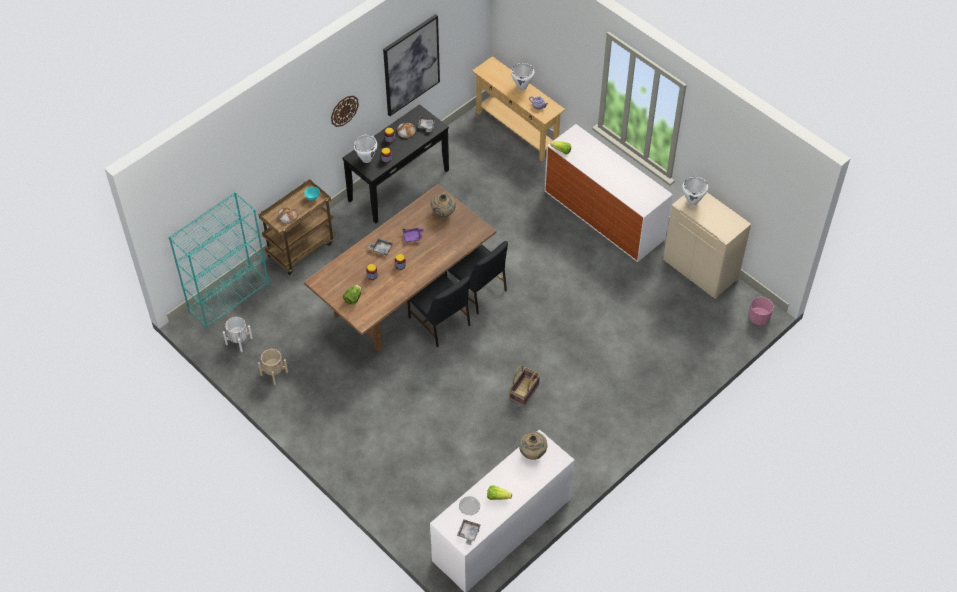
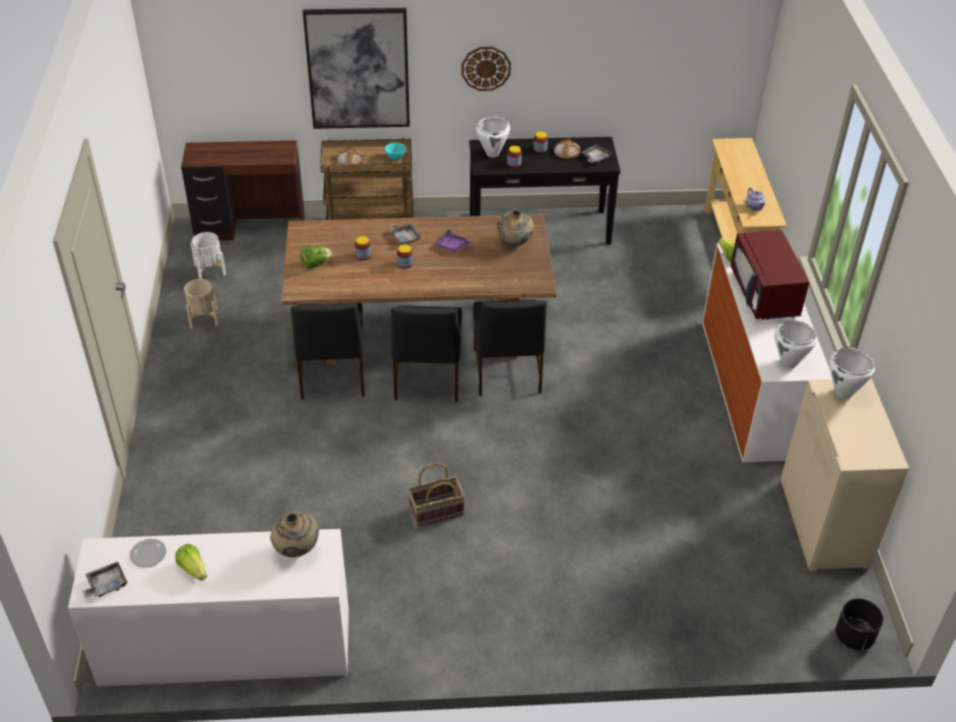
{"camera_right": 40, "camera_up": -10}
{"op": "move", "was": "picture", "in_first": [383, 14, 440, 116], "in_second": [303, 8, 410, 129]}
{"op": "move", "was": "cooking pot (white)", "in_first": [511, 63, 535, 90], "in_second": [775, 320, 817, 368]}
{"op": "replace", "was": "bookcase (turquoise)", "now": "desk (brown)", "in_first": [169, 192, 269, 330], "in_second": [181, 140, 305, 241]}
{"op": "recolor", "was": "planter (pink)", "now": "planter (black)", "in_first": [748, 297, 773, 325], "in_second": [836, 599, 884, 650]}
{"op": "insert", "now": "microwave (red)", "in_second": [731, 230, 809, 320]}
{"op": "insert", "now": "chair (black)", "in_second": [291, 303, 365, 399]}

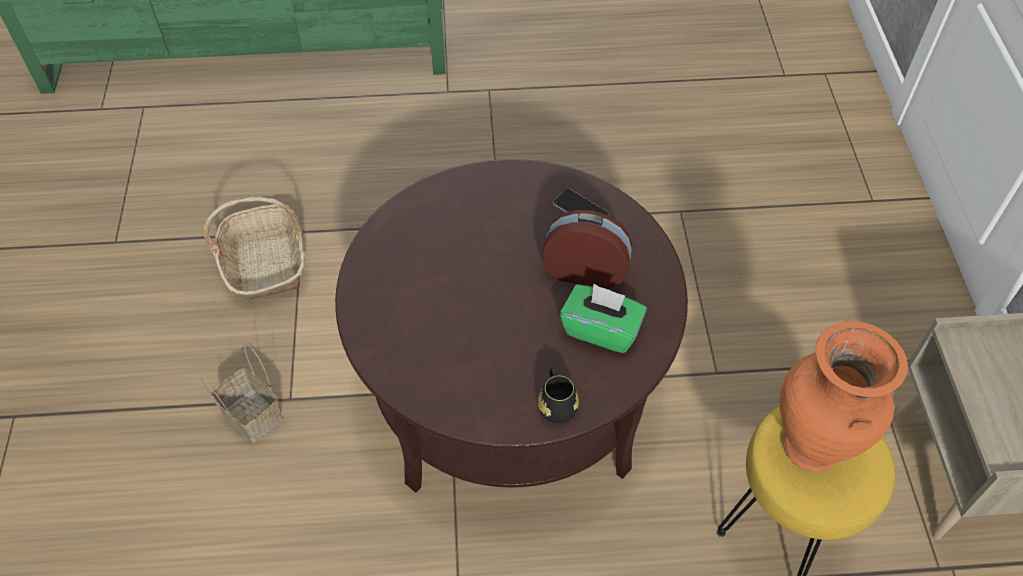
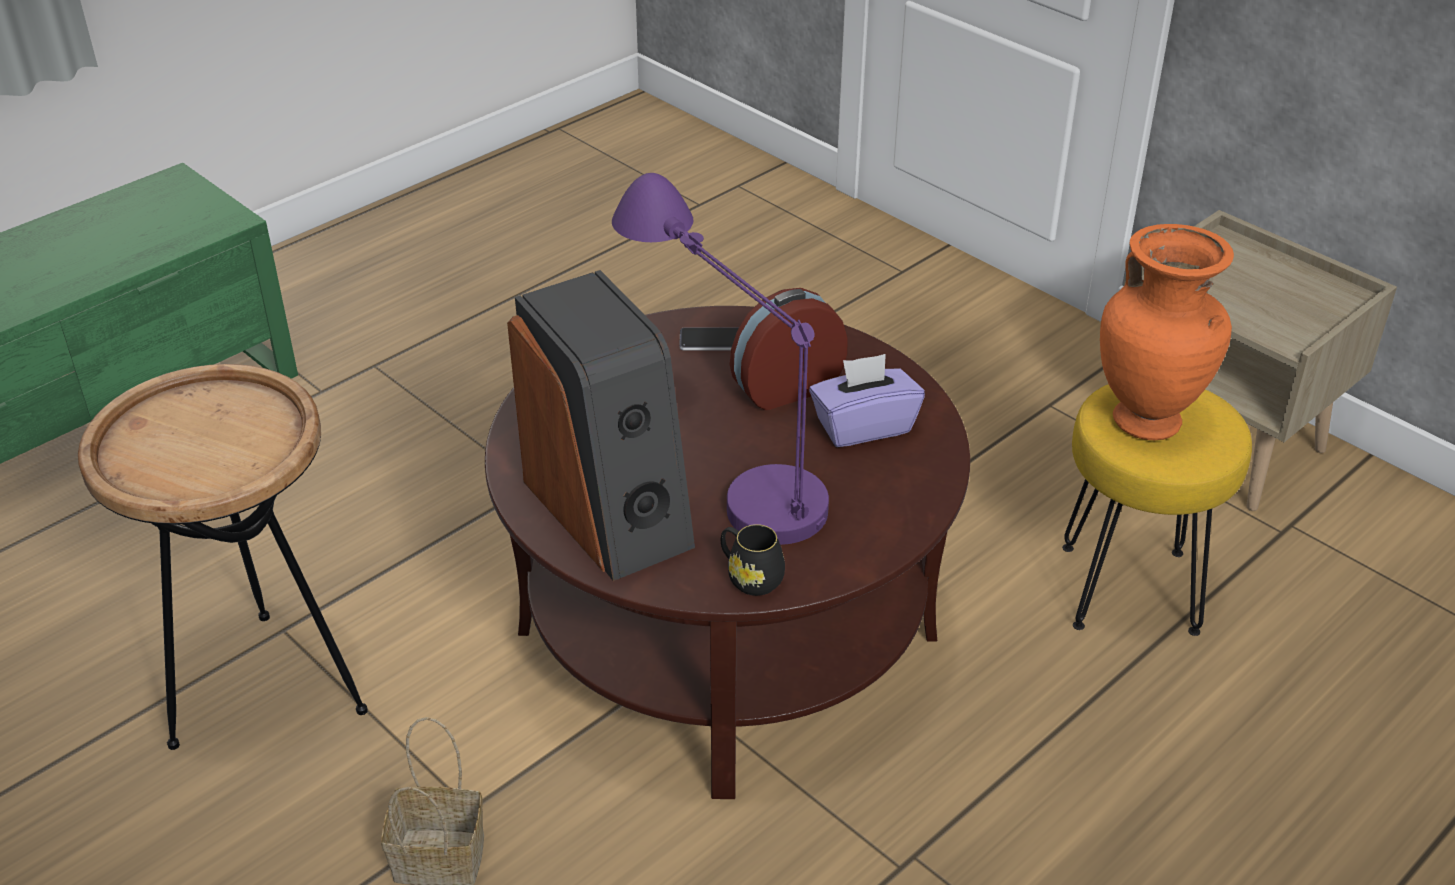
{"camera_right": -40, "camera_up": -15}
{"op": "replace", "was": "basket", "now": "side table (brown)", "in_first": [203, 197, 305, 300], "in_second": [78, 364, 368, 750]}
{"op": "recolor", "was": "tissue box (green)", "now": "tissue box (purple)", "in_first": [560, 284, 647, 353], "in_second": [809, 354, 925, 447]}
{"op": "move", "was": "mug (black)", "in_first": [538, 367, 579, 423], "in_second": [721, 524, 785, 596]}
{"op": "insert", "now": "table lamp (purple)", "in_second": [612, 173, 829, 545]}
{"op": "insert", "now": "speaker", "in_second": [507, 270, 695, 581]}

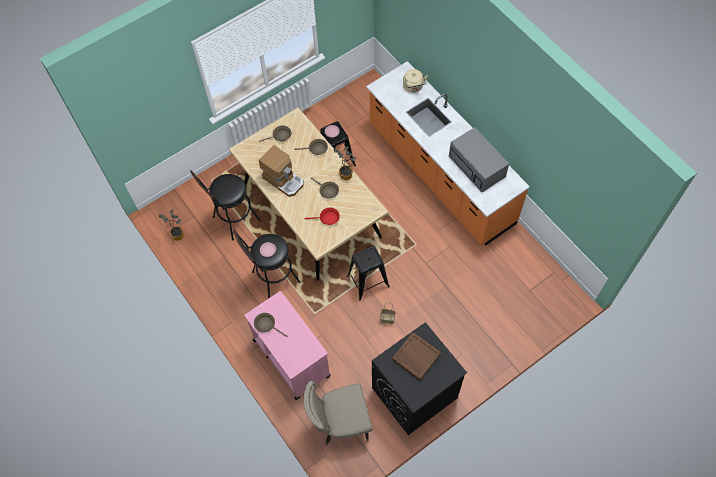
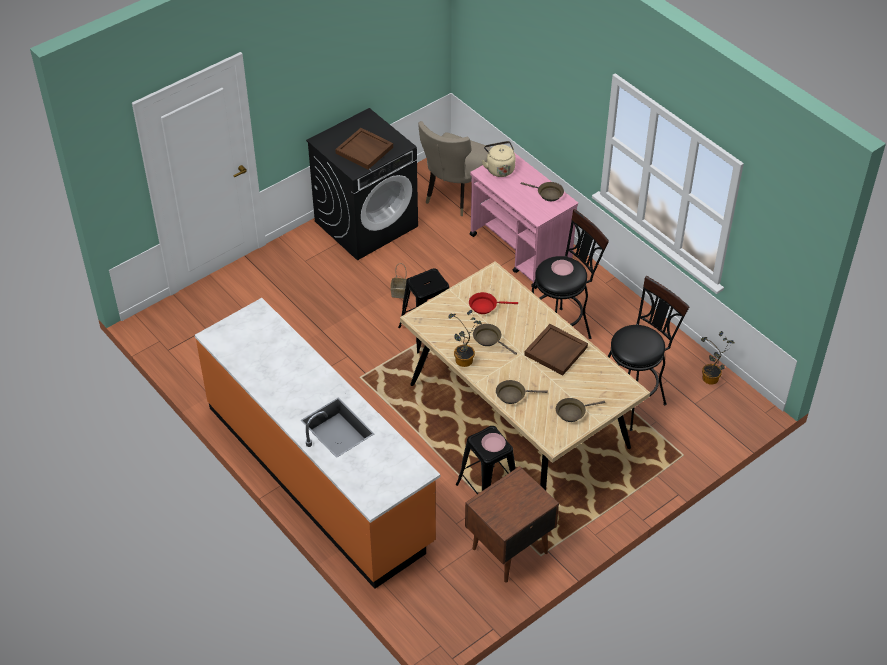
{"camera_right": 175, "camera_up": -15}
{"op": "move", "was": "kettle (beige)", "in_first": [403, 69, 428, 93], "in_second": [482, 141, 516, 177]}
{"op": "delete", "was": "microwave (grey)", "in_first": [449, 127, 509, 192]}
{"op": "replace", "was": "coffee machine", "now": "tray (brown)", "in_first": [259, 145, 304, 197], "in_second": [524, 324, 588, 375]}
{"op": "rotate", "was": "chair (beige)", "in_first": [303, 381, 373, 446], "in_second": [418, 121, 491, 216], "clockwise": 135}
{"op": "insert", "now": "nightstand (brown)", "in_second": [465, 466, 559, 583]}

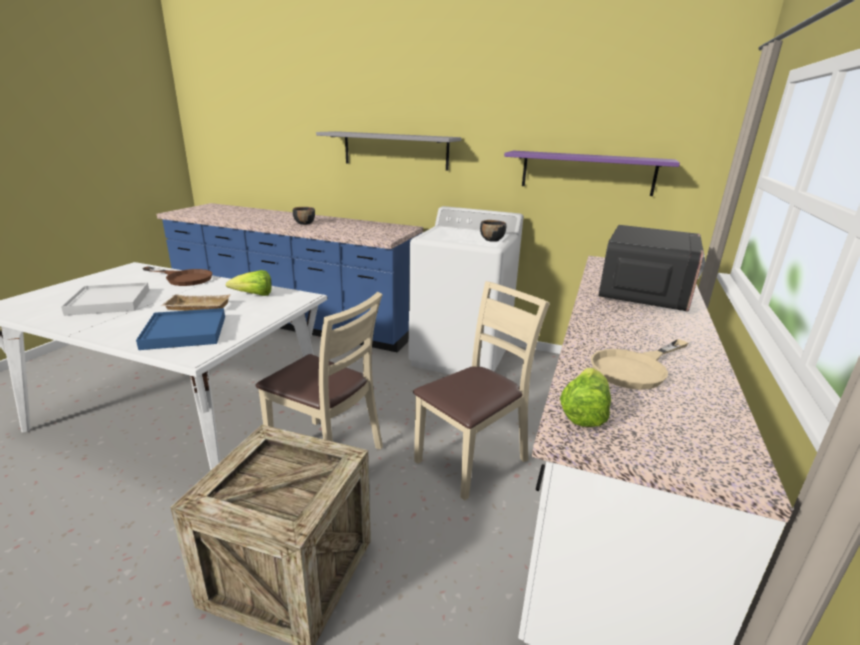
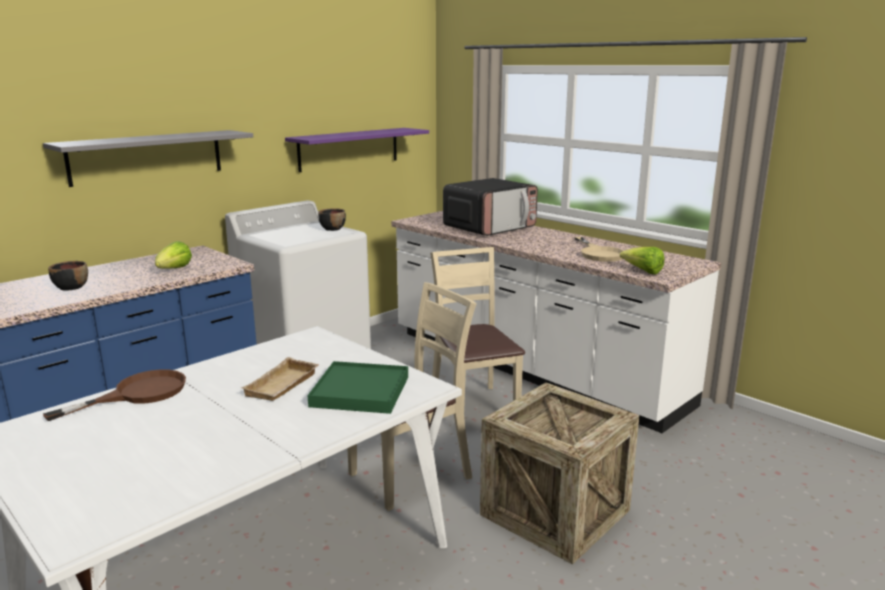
{"camera_right": -65, "camera_up": -5}
{"op": "rotate", "was": "microwave", "in_first": [599, 225, 705, 312], "in_second": [443, 178, 538, 236], "clockwise": 90}
{"op": "move", "was": "lettuce", "in_first": [226, 270, 272, 296], "in_second": [155, 241, 192, 269]}
{"op": "delete", "was": "tray (white)", "in_first": [61, 282, 149, 316]}
{"op": "recolor", "was": "tray (blue)", "now": "tray (green)", "in_first": [136, 308, 225, 350], "in_second": [308, 361, 408, 414]}

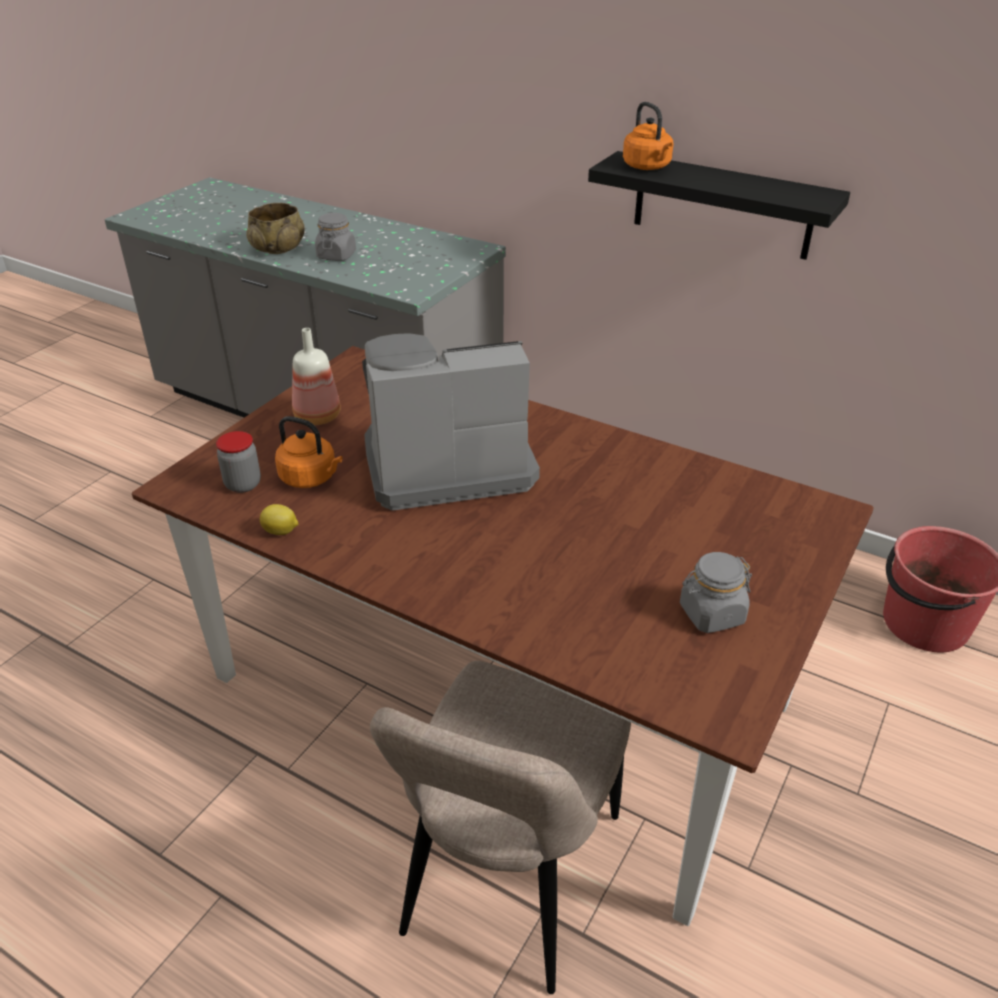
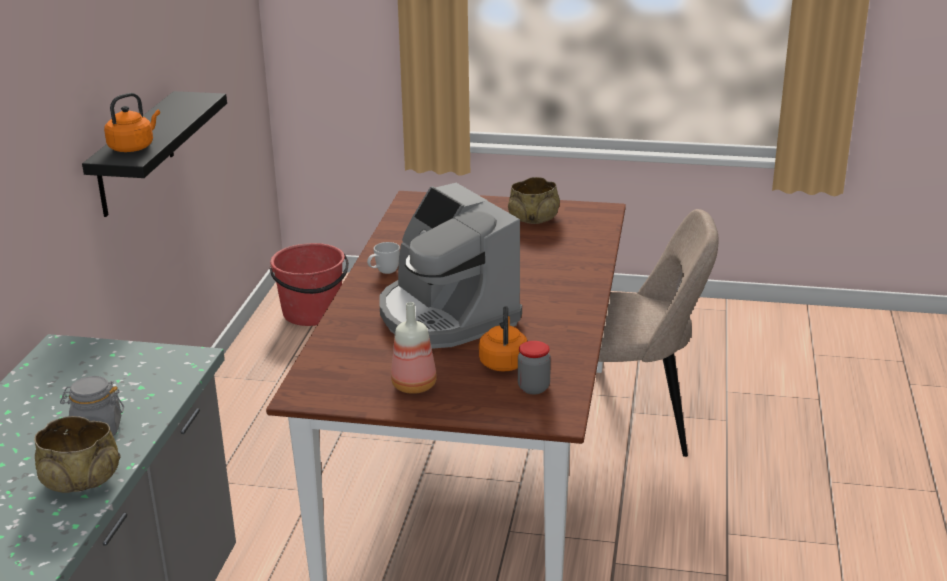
{"camera_right": -110, "camera_up": -10}
{"op": "delete", "was": "lemon", "in_first": [260, 504, 299, 535]}
{"op": "replace", "was": "jar (grey)", "now": "bowl (beige)", "in_first": [680, 552, 752, 633], "in_second": [508, 177, 560, 224]}
{"op": "insert", "now": "mug (white)", "in_second": [367, 242, 400, 274]}

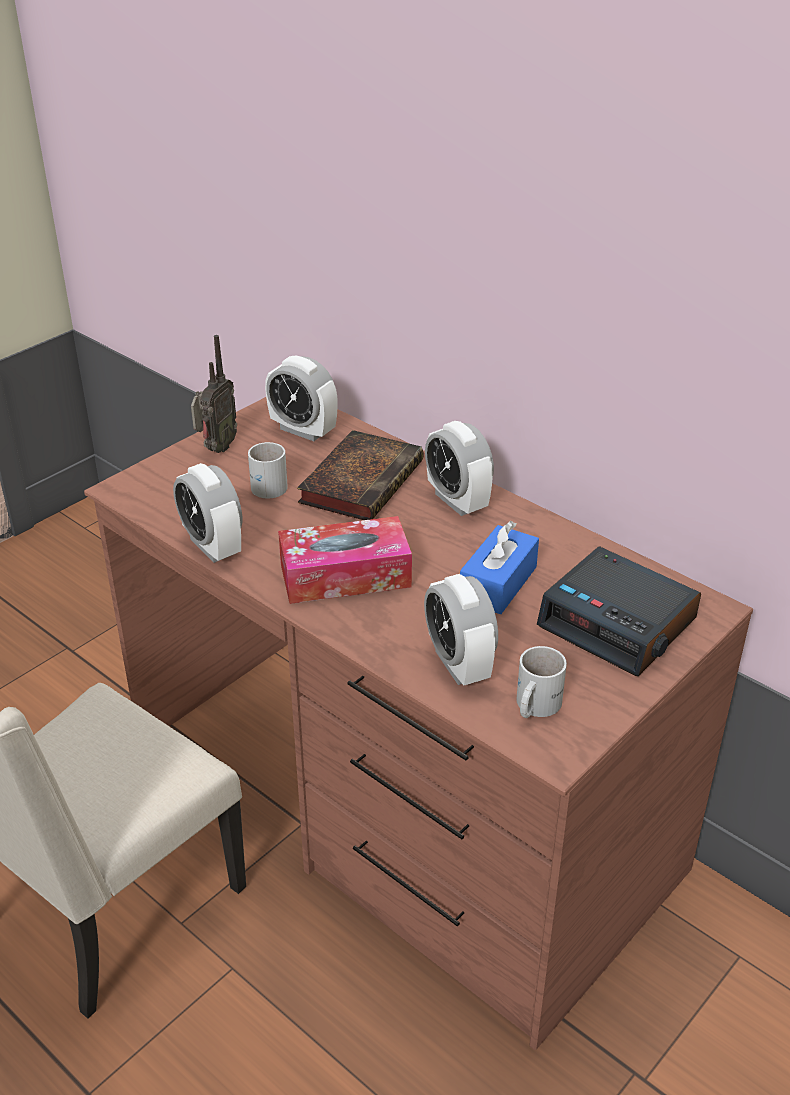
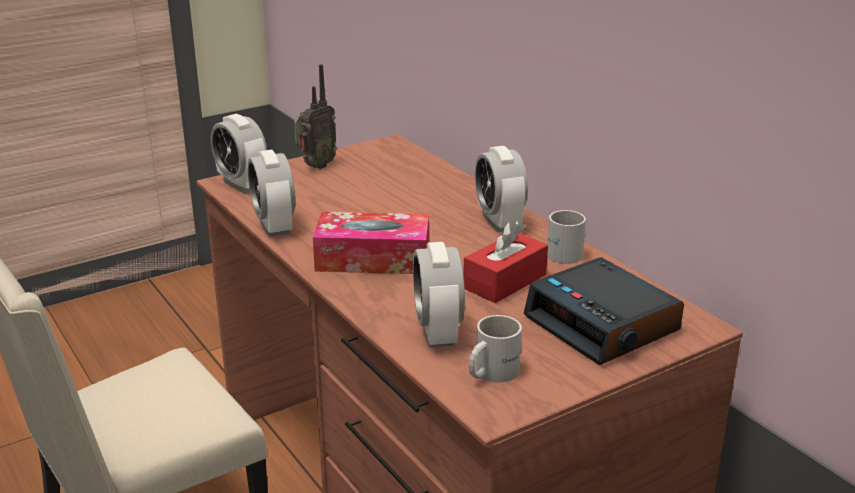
{"camera_right": 15, "camera_up": -10}
{"op": "move", "was": "alarm clock", "in_first": [265, 355, 338, 441], "in_second": [211, 114, 267, 194]}
{"op": "delete", "was": "book", "in_first": [297, 430, 423, 520]}
{"op": "move", "was": "mug (white)", "in_first": [248, 442, 288, 499], "in_second": [547, 210, 586, 264]}
{"op": "recolor", "was": "tissue box (blue)", "now": "tissue box (red)", "in_first": [460, 521, 539, 615], "in_second": [463, 221, 548, 303]}

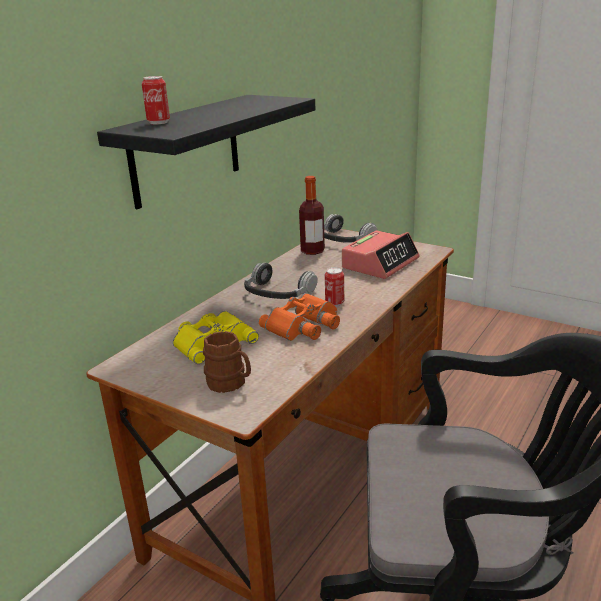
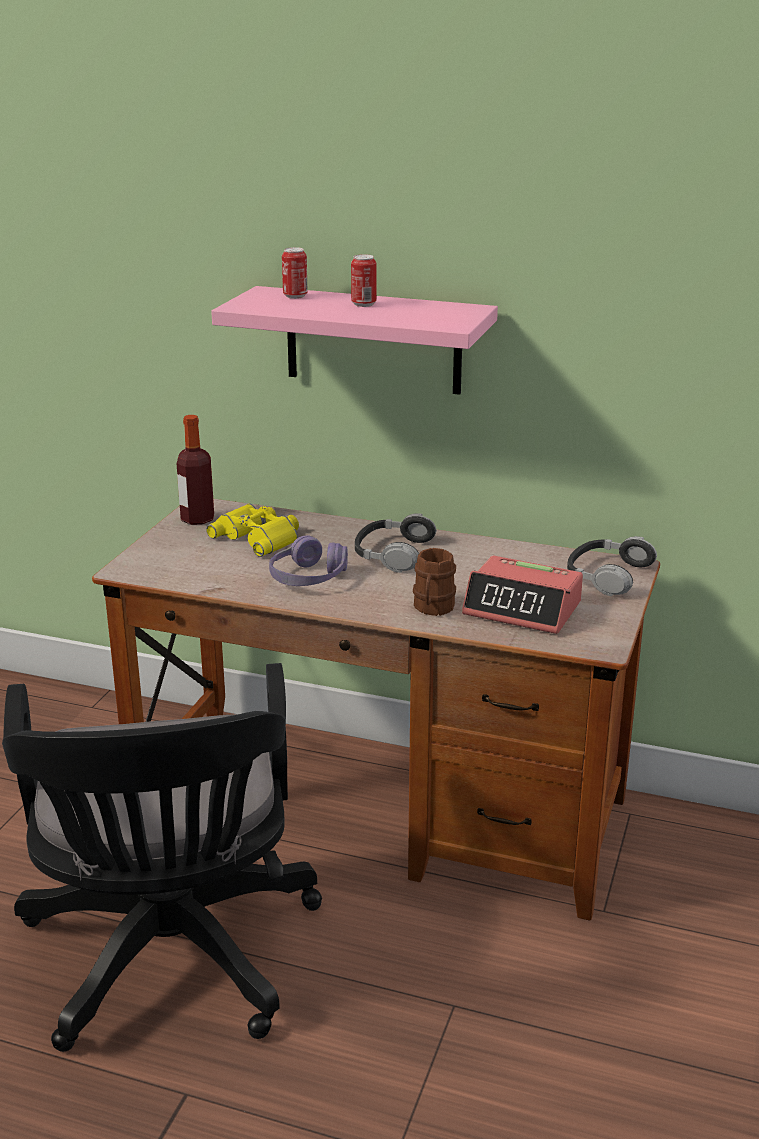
{"camera_right": 75, "camera_up": 0}
{"op": "recolor", "was": "shelf (black)", "now": "shelf (pink)", "in_first": [97, 95, 315, 209], "in_second": [211, 286, 498, 395]}
{"op": "move", "was": "bottle", "in_first": [299, 176, 325, 255], "in_second": [177, 415, 214, 525]}
{"op": "move", "was": "can", "in_first": [325, 267, 344, 307], "in_second": [351, 254, 377, 307]}
{"op": "replace", "was": "binoculars (orange)", "now": "headphones (purple)", "in_first": [259, 293, 340, 341], "in_second": [269, 535, 348, 586]}
{"op": "move", "was": "mug (brown)", "in_first": [203, 331, 251, 393], "in_second": [413, 548, 456, 616]}

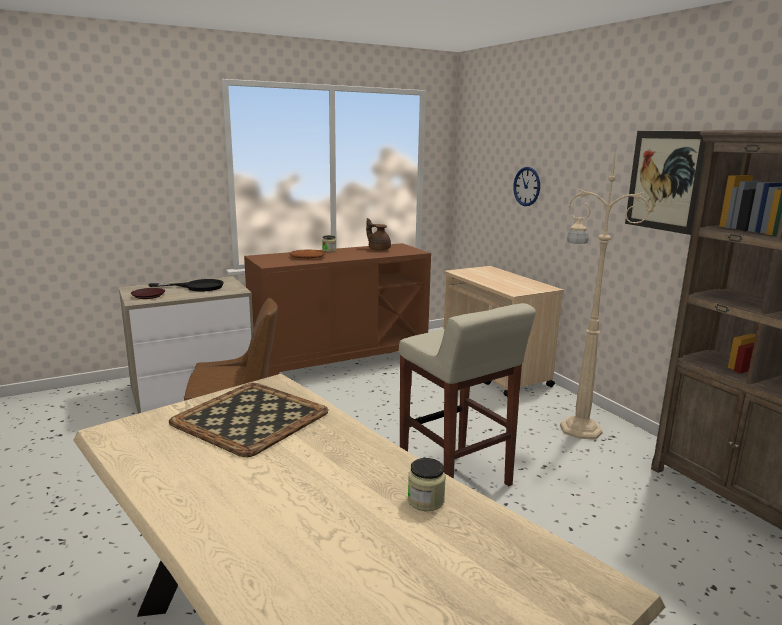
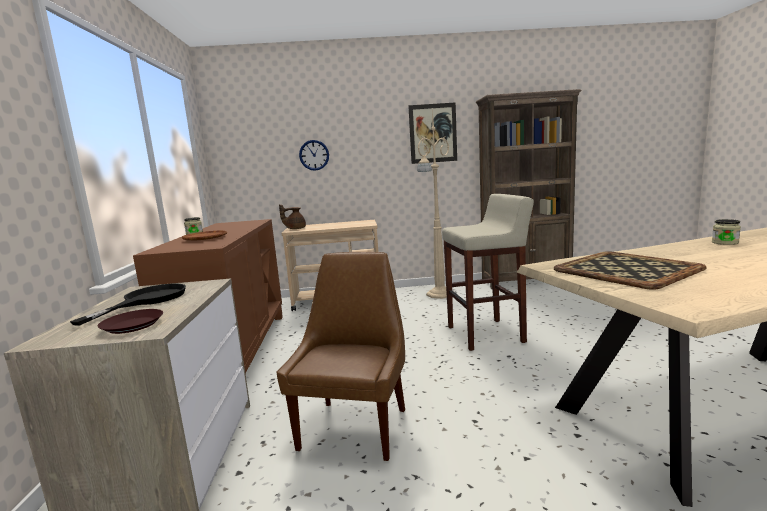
{"camera_right": -65, "camera_up": -5}
{"op": "move", "was": "teapot (brown)", "in_first": [366, 218, 391, 251], "in_second": [279, 204, 306, 229]}

